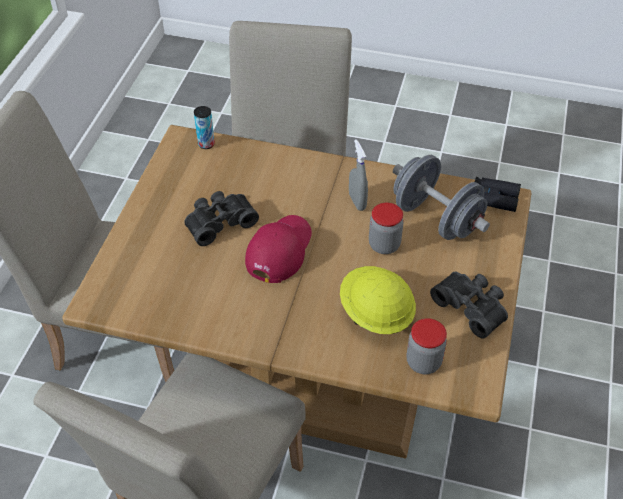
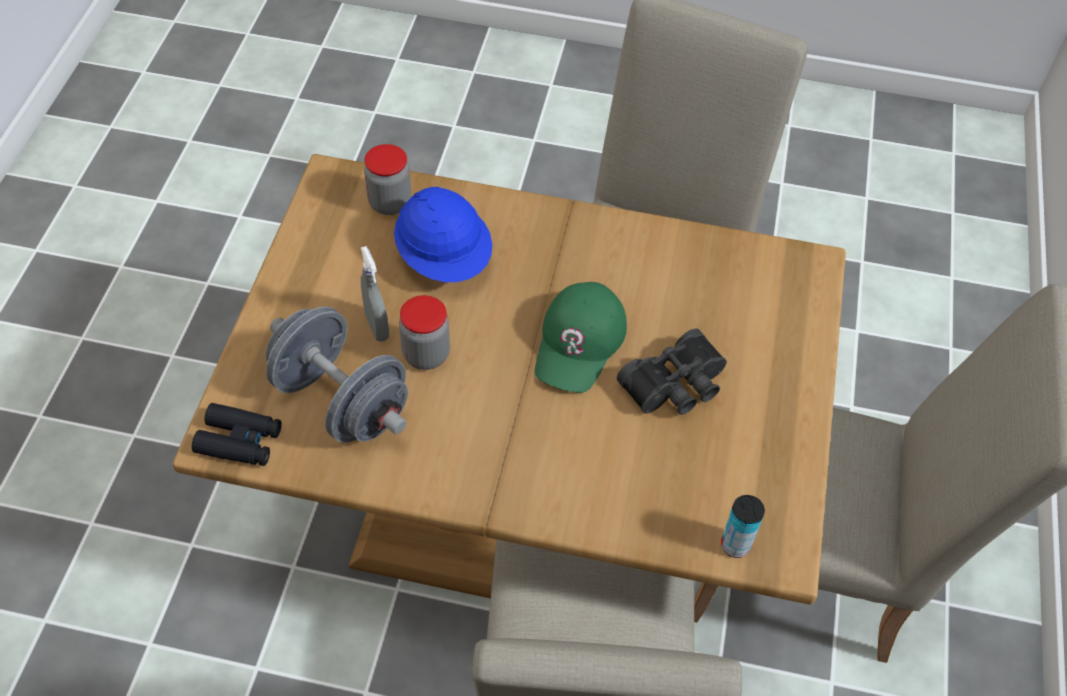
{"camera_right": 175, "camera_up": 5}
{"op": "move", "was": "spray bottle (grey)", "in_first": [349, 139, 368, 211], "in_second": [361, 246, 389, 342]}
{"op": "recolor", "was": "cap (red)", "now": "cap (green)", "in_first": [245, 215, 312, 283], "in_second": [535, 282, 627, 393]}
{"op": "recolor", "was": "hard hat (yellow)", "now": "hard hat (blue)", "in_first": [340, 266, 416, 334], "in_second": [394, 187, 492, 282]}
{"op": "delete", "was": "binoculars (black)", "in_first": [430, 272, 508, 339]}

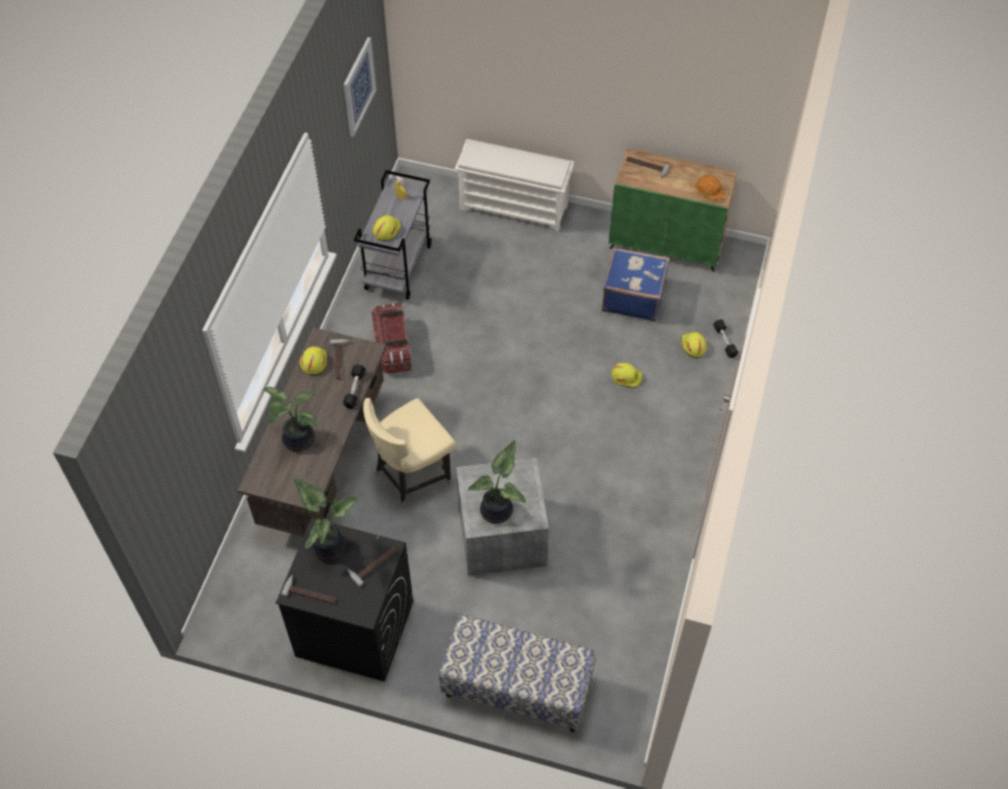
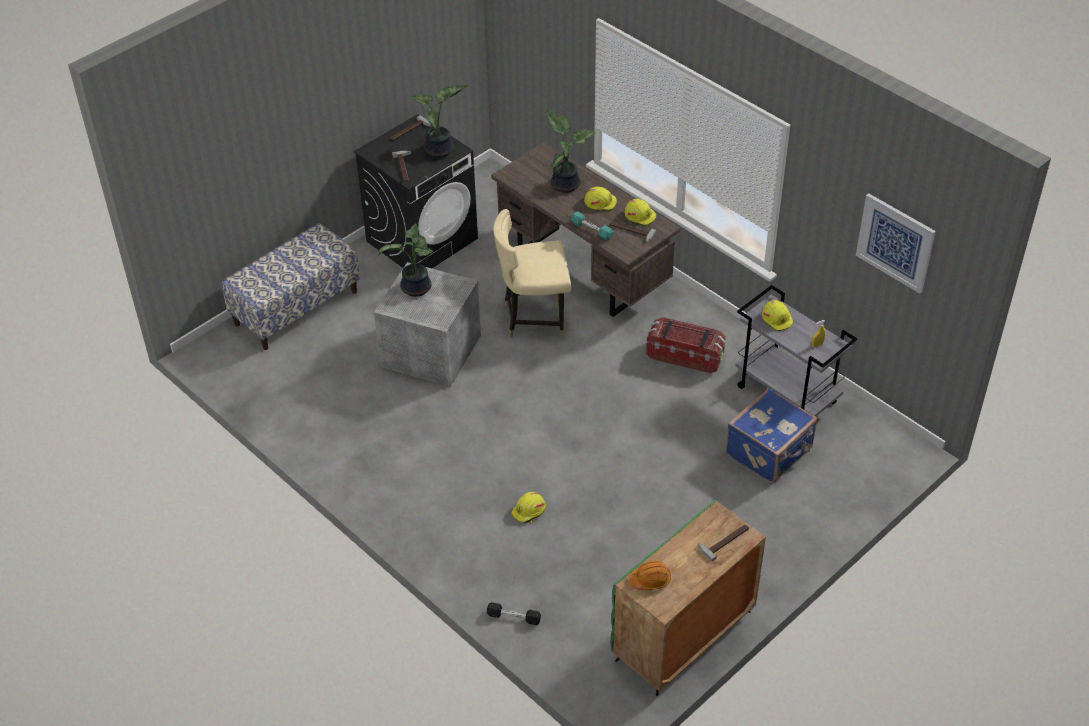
{"camera_right": 120, "camera_up": -10}
{"op": "delete", "was": "shoe rack (white)", "in_first": [455, 139, 574, 231]}
{"op": "move", "was": "suitcase (blue)", "in_first": [602, 248, 670, 321], "in_second": [726, 388, 818, 483]}
{"op": "move", "was": "hard hat (yellow)", "in_first": [680, 332, 707, 358], "in_second": [584, 187, 617, 211]}
{"op": "recolor", "was": "dumbbell (black)", "now": "dumbbell (turquoise)", "in_first": [343, 364, 366, 409], "in_second": [571, 211, 613, 241]}
{"op": "rotate", "was": "chair (beige)", "in_first": [363, 398, 456, 508], "in_second": [493, 209, 571, 338], "clockwise": -90}

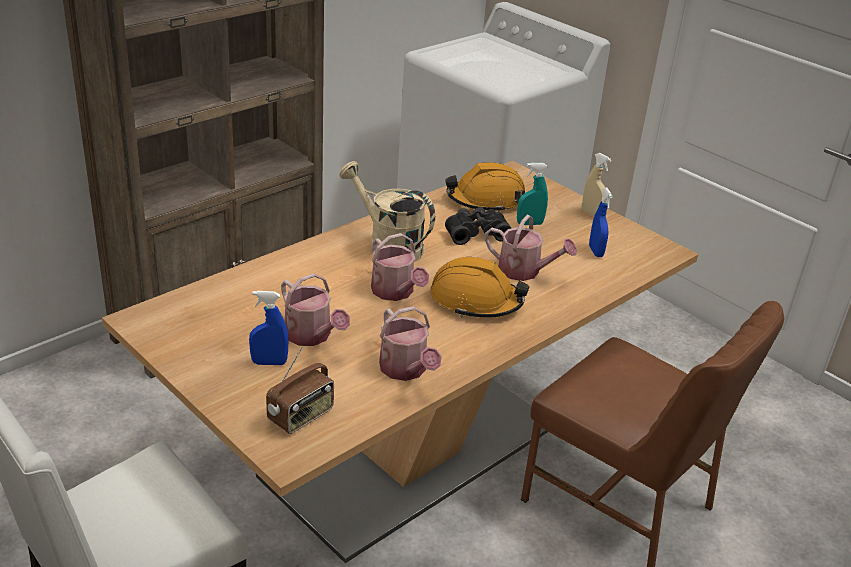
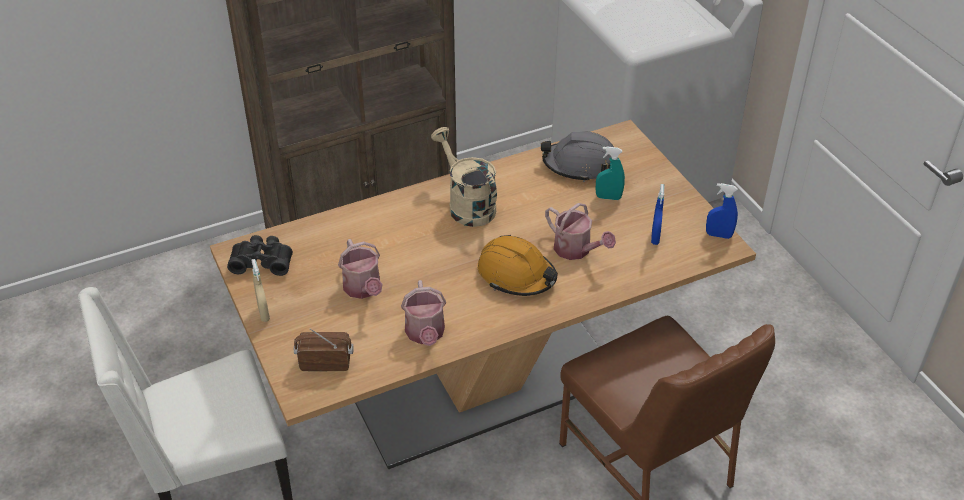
{"camera_right": 20, "camera_up": 10}
{"op": "move", "was": "spray bottle (beige)", "in_first": [582, 153, 611, 217], "in_second": [252, 259, 270, 322]}
{"op": "recolor", "was": "hard hat (orange)", "now": "hard hat (grey)", "in_first": [445, 162, 525, 212], "in_second": [541, 131, 614, 182]}
{"op": "move", "was": "binoculars (black)", "in_first": [445, 207, 511, 245], "in_second": [227, 235, 293, 276]}
{"op": "delete", "was": "watering can", "in_first": [371, 233, 429, 301]}
{"op": "move", "was": "spray bottle (blue)", "in_first": [249, 291, 288, 365], "in_second": [706, 183, 738, 239]}
{"op": "rotate", "was": "radio", "in_first": [266, 347, 334, 434], "in_second": [294, 328, 353, 371], "clockwise": -150}

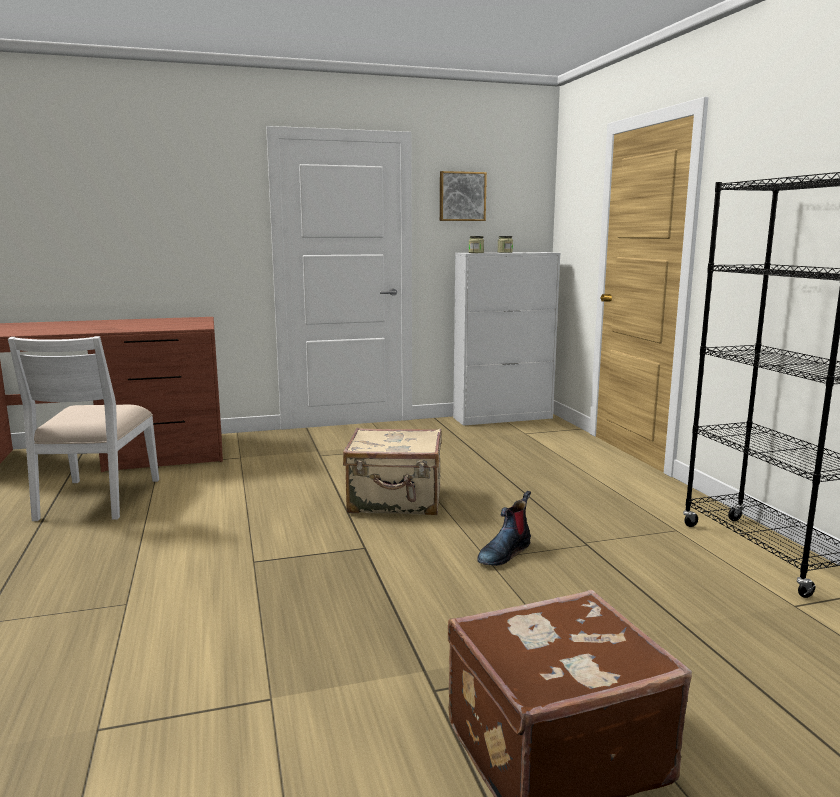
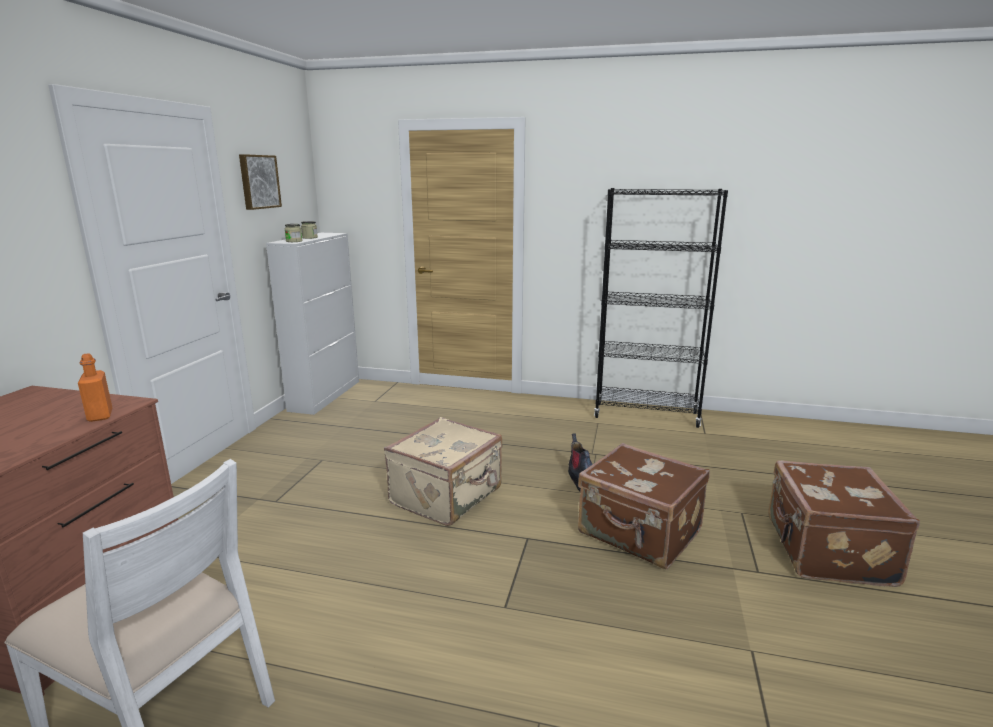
{"camera_right": -60, "camera_up": 5}
{"op": "insert", "now": "bottle (orange)", "in_second": [78, 353, 112, 422]}
{"op": "insert", "now": "suitcase (brown)", "in_second": [578, 443, 710, 569]}

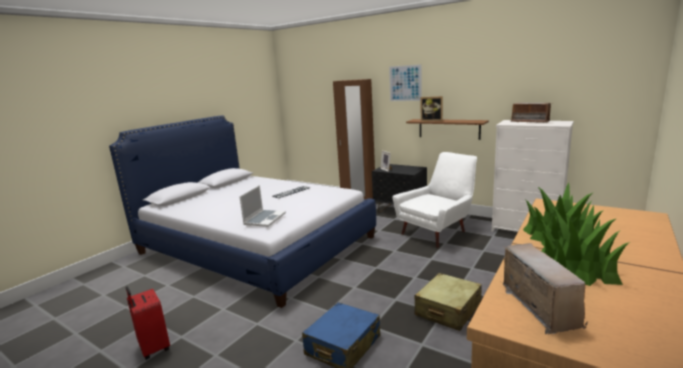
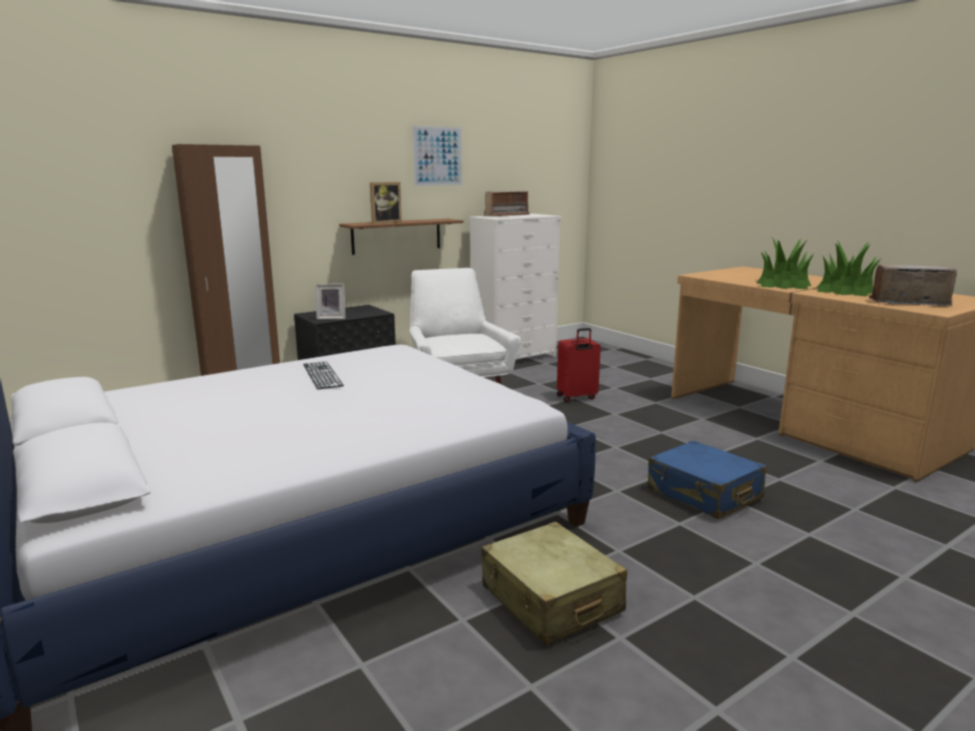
{"camera_right": -70, "camera_up": 0}
{"op": "move", "was": "picture", "in_first": [389, 64, 422, 101], "in_second": [412, 126, 462, 186]}
{"op": "delete", "was": "laptop", "in_first": [239, 185, 286, 227]}
{"op": "move", "was": "suitcase (beige)", "in_first": [415, 273, 482, 331], "in_second": [481, 521, 627, 645]}
{"op": "move", "was": "suitcase (red)", "in_first": [126, 286, 170, 360], "in_second": [557, 328, 601, 402]}

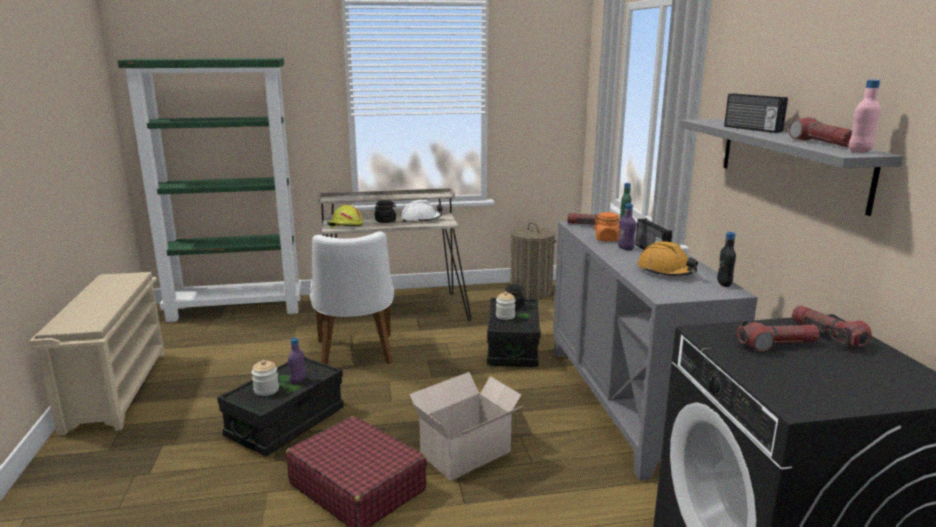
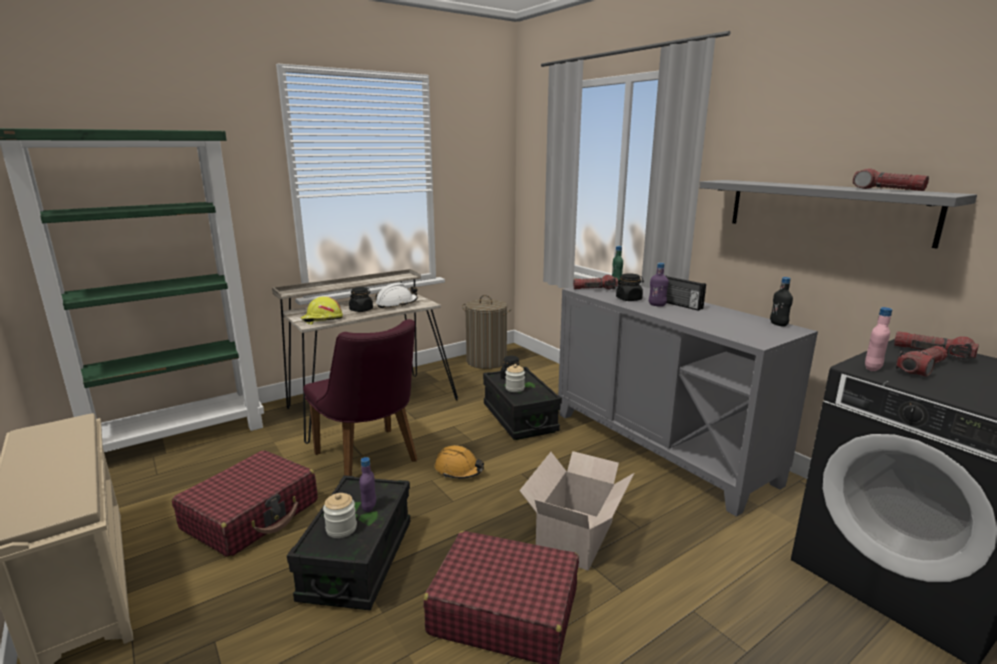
{"camera_right": -25, "camera_up": 0}
{"op": "move", "was": "bottle (pink)", "in_first": [849, 80, 881, 153], "in_second": [865, 307, 892, 371]}
{"op": "delete", "was": "radio", "in_first": [724, 93, 788, 133]}
{"op": "recolor", "was": "jar (orange)", "now": "jar (black)", "in_first": [593, 212, 621, 242], "in_second": [616, 273, 644, 301]}
{"op": "recolor", "was": "chair (white)", "now": "chair (purple)", "in_first": [310, 231, 394, 365], "in_second": [303, 319, 417, 476]}
{"op": "move", "was": "hard hat (orange)", "in_first": [637, 241, 698, 276], "in_second": [435, 445, 484, 479]}
{"op": "insert", "now": "suitcase (red)", "in_second": [172, 450, 318, 557]}

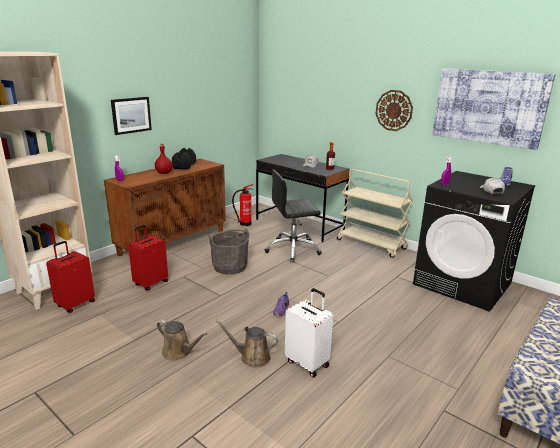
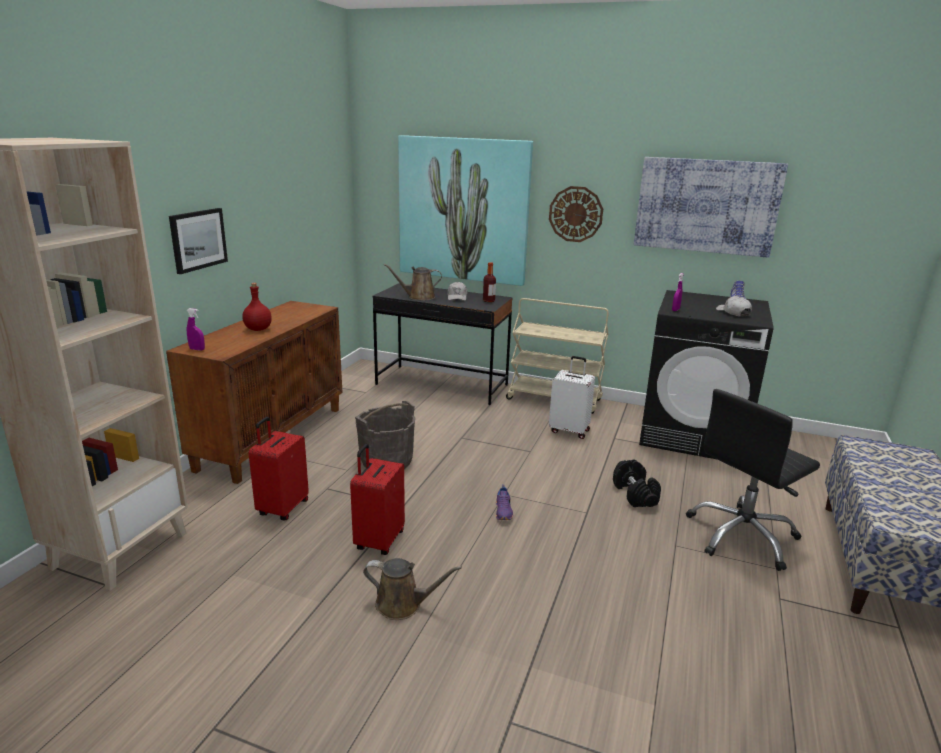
{"camera_right": -20, "camera_up": 0}
{"op": "move", "was": "dumbbell (black)", "in_first": [172, 148, 196, 169], "in_second": [613, 459, 661, 507]}
{"op": "move", "was": "office chair (black)", "in_first": [265, 169, 322, 261], "in_second": [686, 389, 820, 571]}
{"op": "delete", "was": "fire extinguisher", "in_first": [232, 184, 253, 226]}
{"op": "move", "was": "suitcase (red)", "in_first": [46, 241, 95, 313], "in_second": [350, 444, 405, 555]}
{"op": "move", "was": "suitcase (white)", "in_first": [285, 288, 333, 377], "in_second": [549, 356, 595, 439]}
{"op": "move", "was": "watering can (brown)", "in_first": [215, 320, 278, 367], "in_second": [384, 264, 442, 301]}
{"op": "insert", "now": "picture", "in_second": [398, 135, 533, 286]}

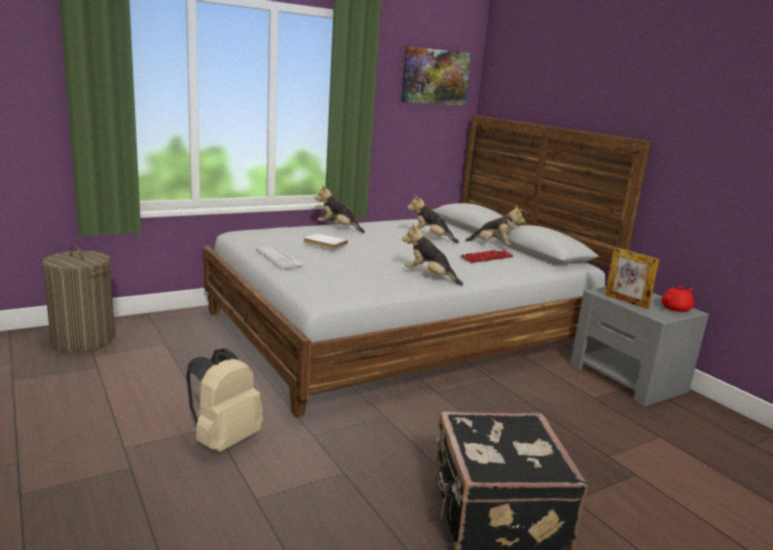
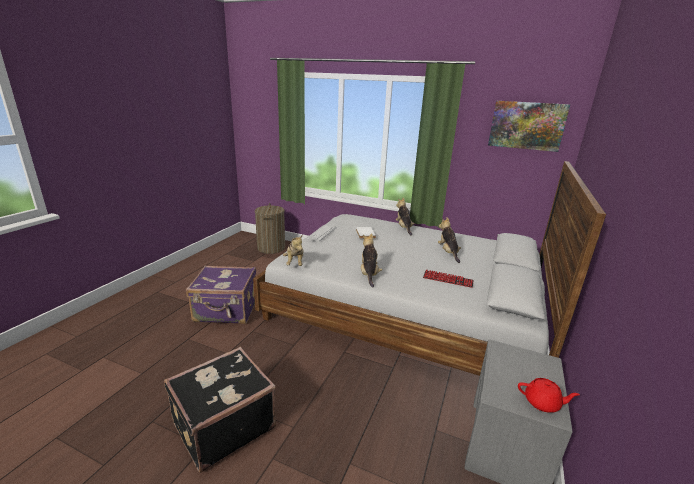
{"camera_right": 55, "camera_up": 5}
{"op": "move", "was": "plush toy", "in_first": [465, 206, 525, 245], "in_second": [283, 234, 304, 266]}
{"op": "delete", "was": "picture frame", "in_first": [605, 247, 660, 309]}
{"op": "replace", "was": "backpack (beige)", "now": "suitcase (purple)", "in_first": [186, 348, 263, 452], "in_second": [186, 266, 256, 324]}

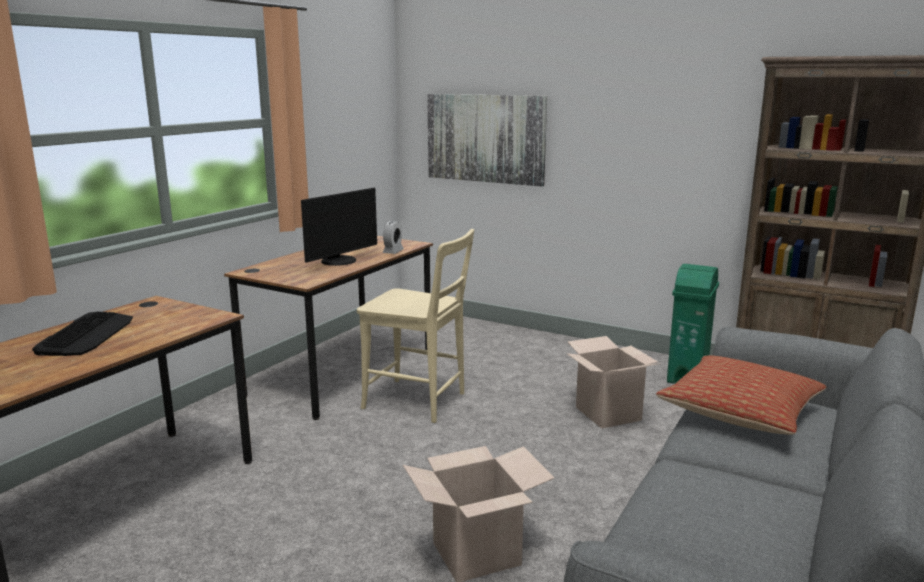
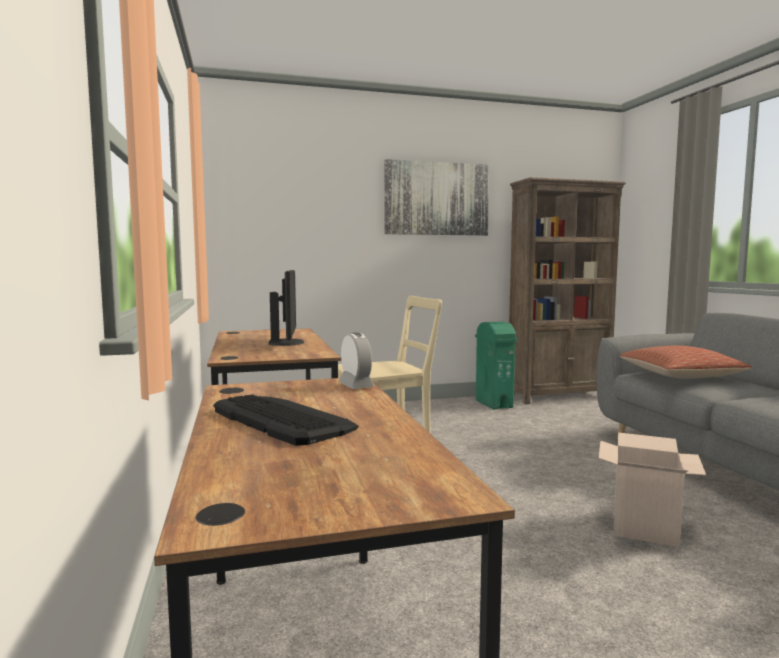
{"camera_right": -45, "camera_up": -10}
{"op": "move", "was": "picture", "in_first": [427, 94, 547, 186], "in_second": [384, 159, 489, 236]}
{"op": "move", "was": "alarm clock", "in_first": [383, 221, 404, 254], "in_second": [339, 333, 375, 389]}
{"op": "delete", "was": "cardboard box", "in_first": [567, 336, 661, 429]}

